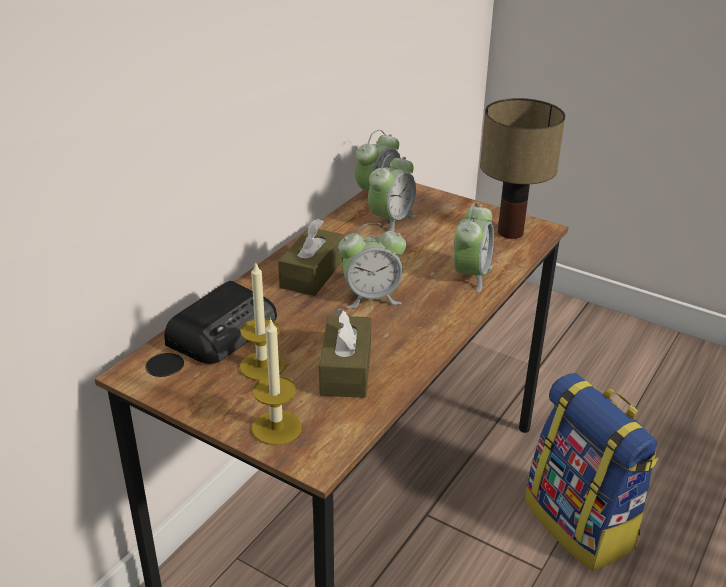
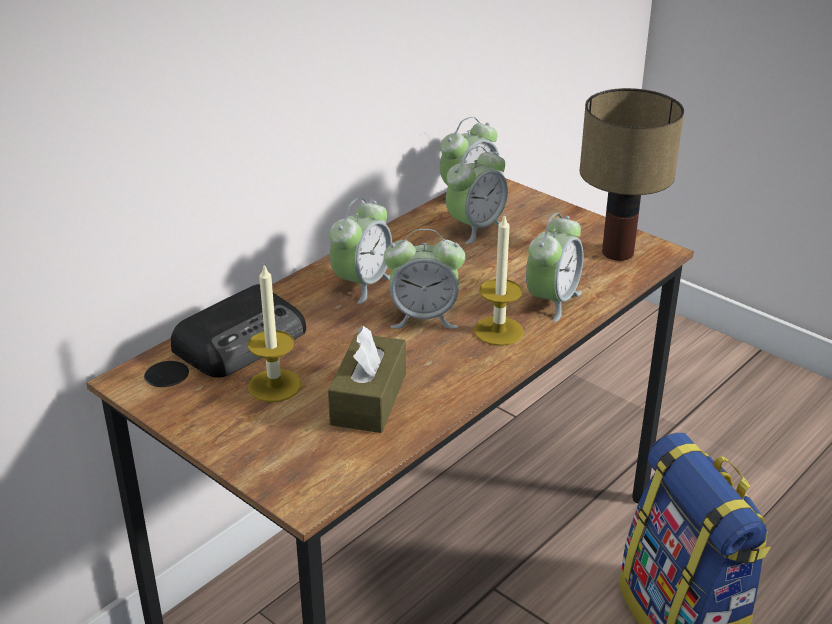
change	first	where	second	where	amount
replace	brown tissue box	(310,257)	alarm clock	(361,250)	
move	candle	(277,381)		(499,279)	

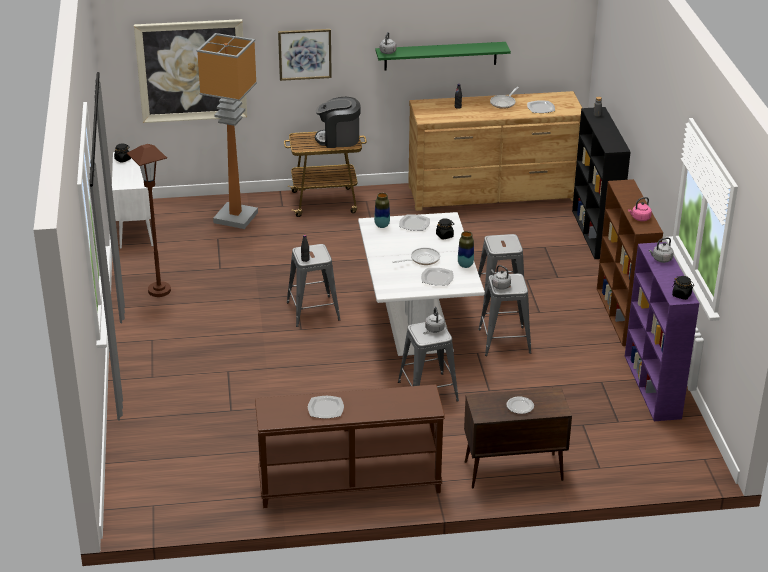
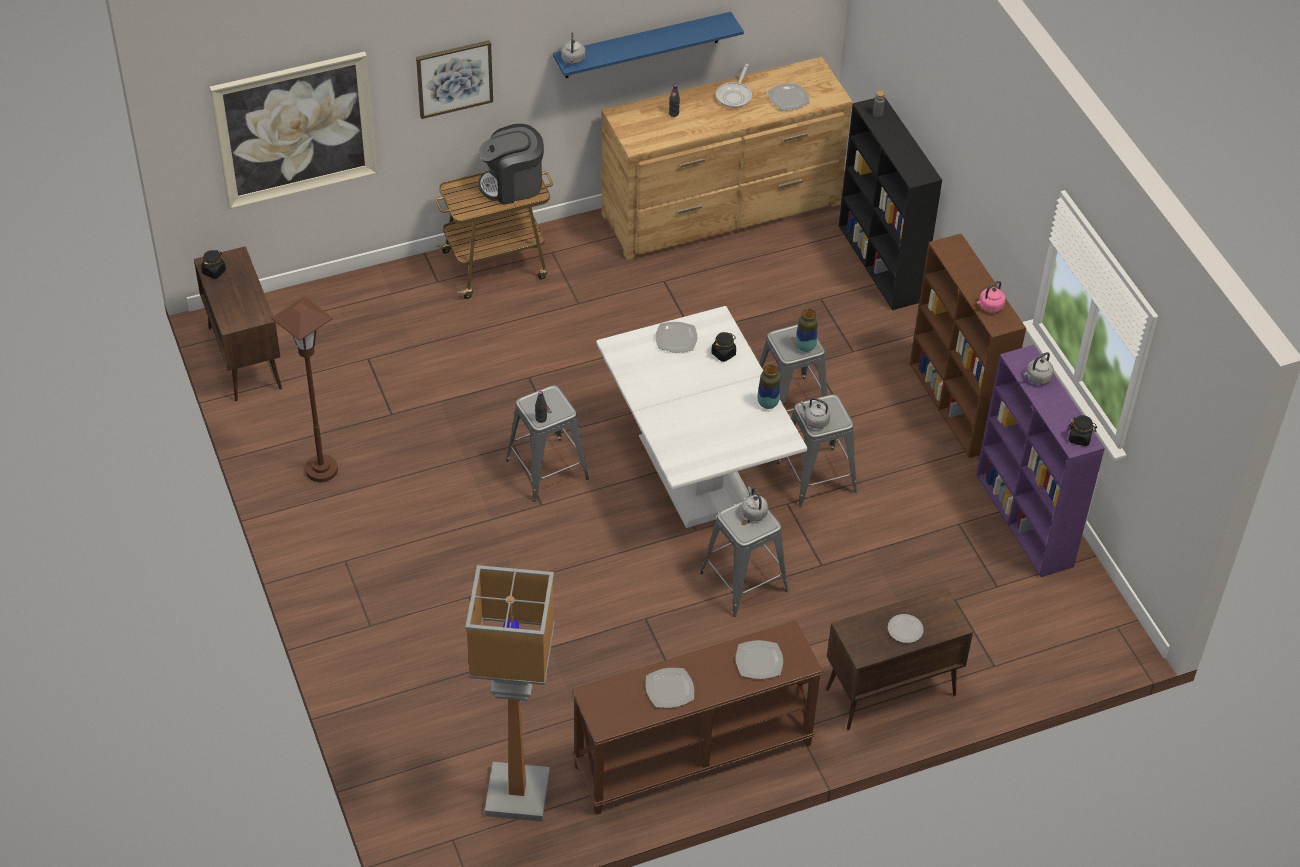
change	first	where	second	where	amount
move	floor lamp	(227,131)		(510,693)	
recolor	green shelf	(443,56)	blue shelf	(648,45)	
recolor	white cabinet	(133,200)	brown cabinet	(238,323)	
move	vase	(382,210)		(807,330)	
delete	frying pan	(416,256)			
move	plate	(437,277)		(759,659)	

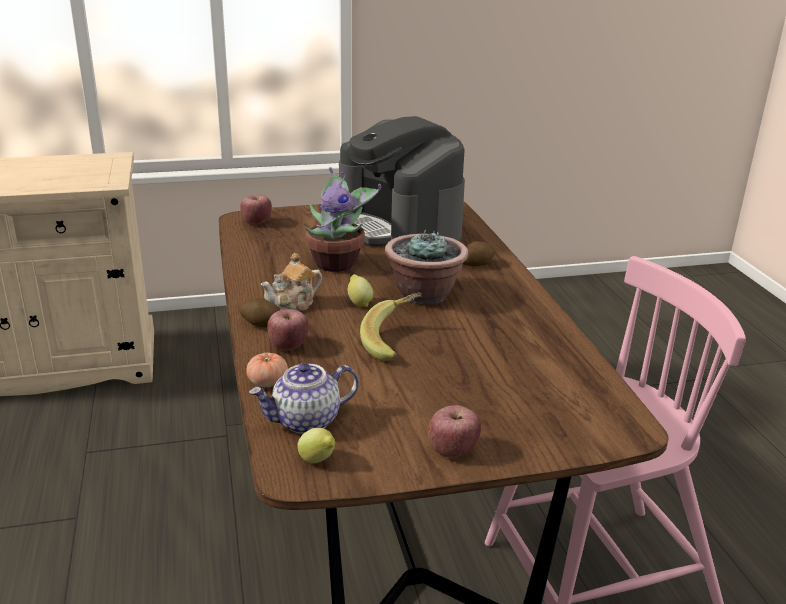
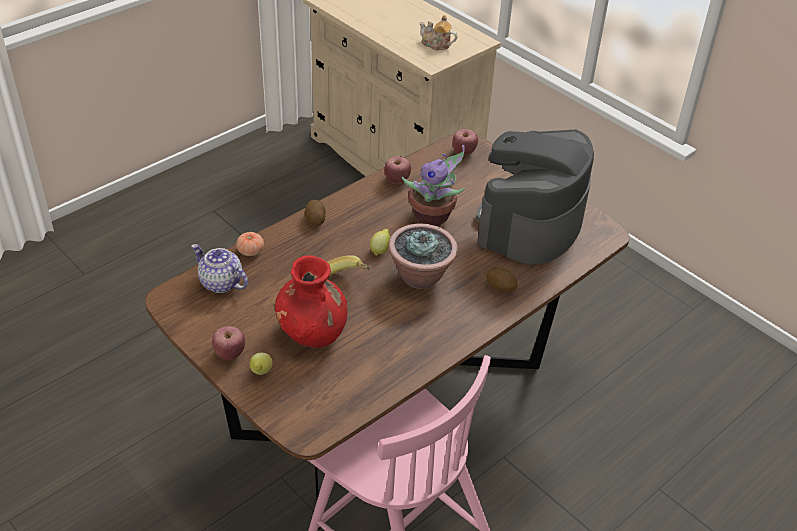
change	first	where	second	where	amount
move	teapot	(291,282)		(438,32)	
move	apple	(288,329)		(397,169)	
move	lemon	(316,445)		(261,364)	
insert			red vase	(311,302)	

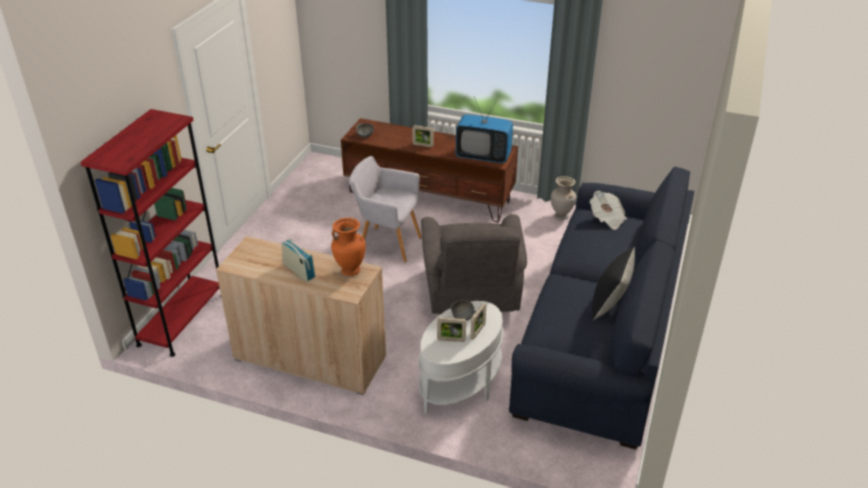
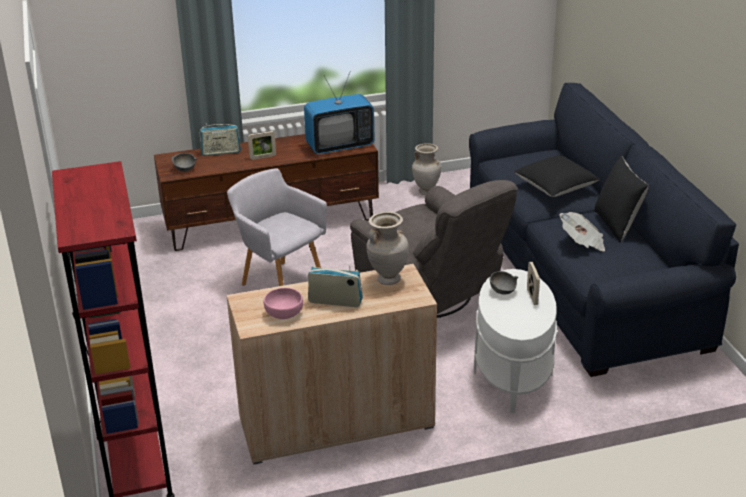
change	first	where	second	where	amount
rotate	grey armchair	(385,209)		(277,227)	60 degrees clockwise
move	newspaper	(608,210)		(582,231)	
recolor	orange vase	(348,247)	beige vase	(387,248)	
delete	picture frame	(451,329)			
insert			radio	(220,139)	
insert			black pillow	(557,176)	
insert			pink bowl	(283,303)	

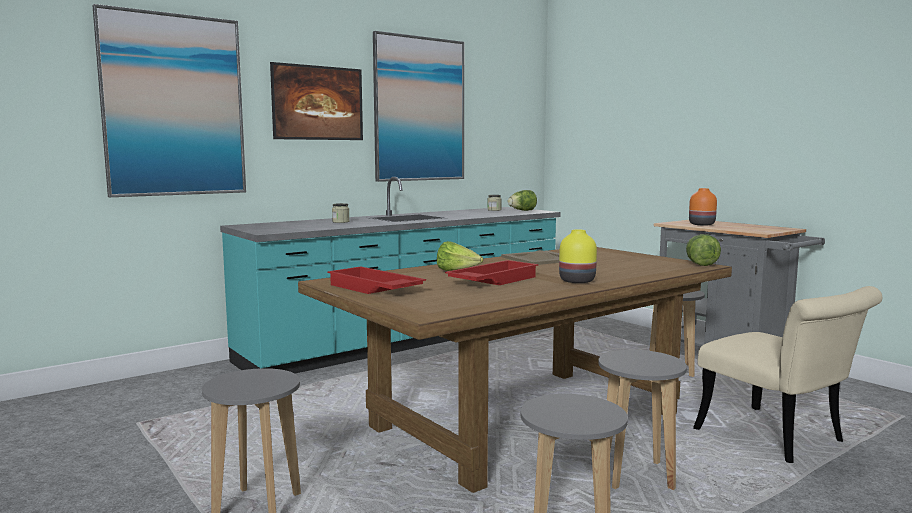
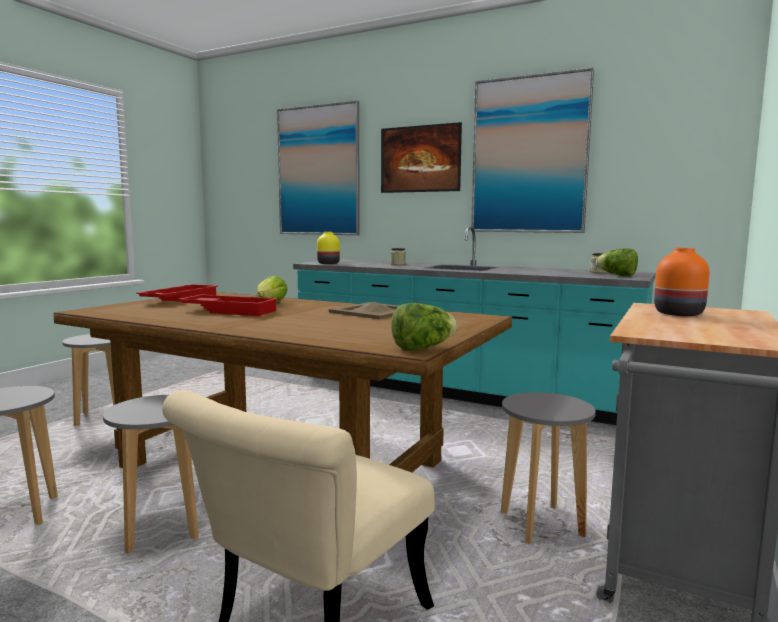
change	first	where	second	where	amount
move	yellow vase	(578,256)		(328,248)	

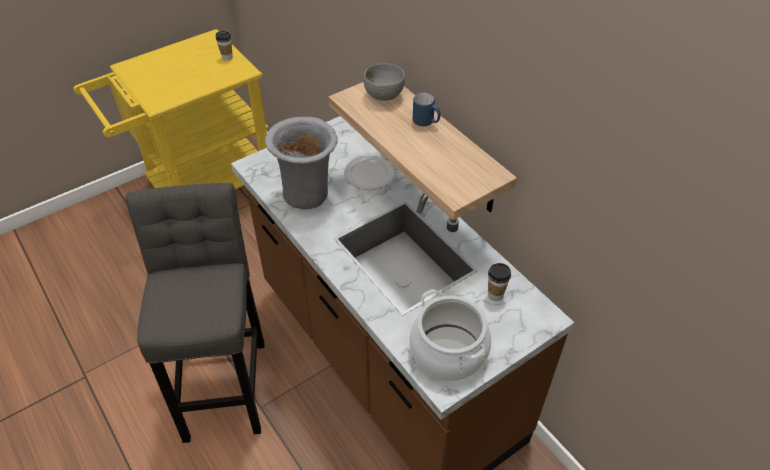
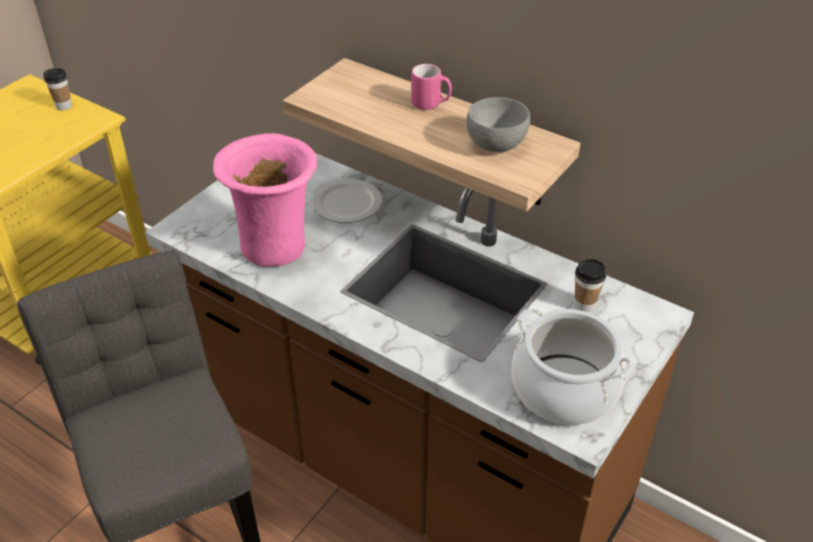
change	first	where	second	where	amount
move	grey bowl	(384,82)		(498,124)	
recolor	blue mug	(427,109)	pink mug	(431,87)	
recolor	grey vase	(301,163)	pink vase	(265,200)	

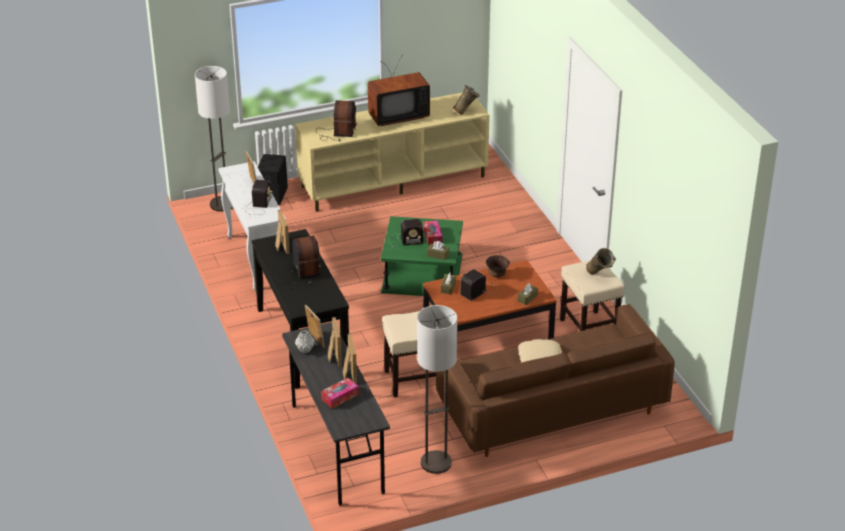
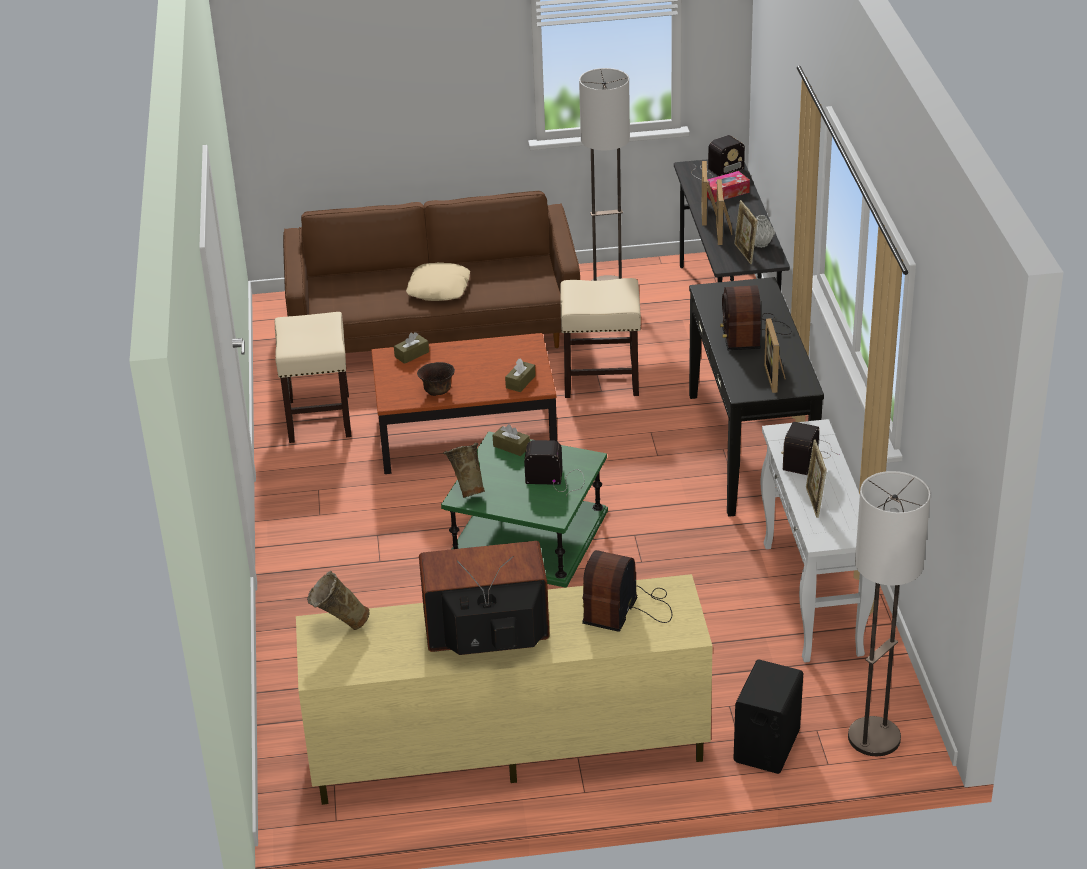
change	first	where	second	where	amount
delete	tissue box	(433,232)			
move	beige vase	(601,261)		(464,470)	
move	radio	(478,285)		(718,157)	

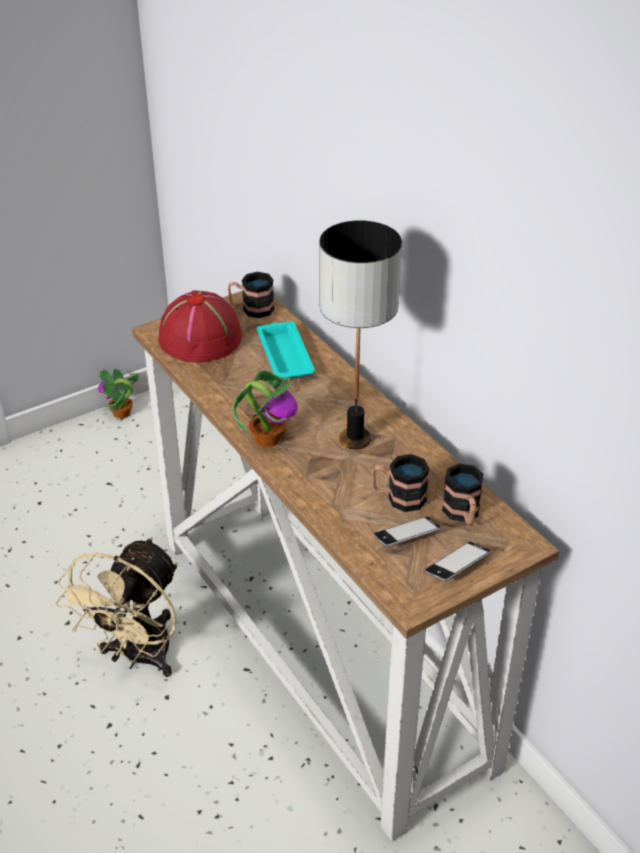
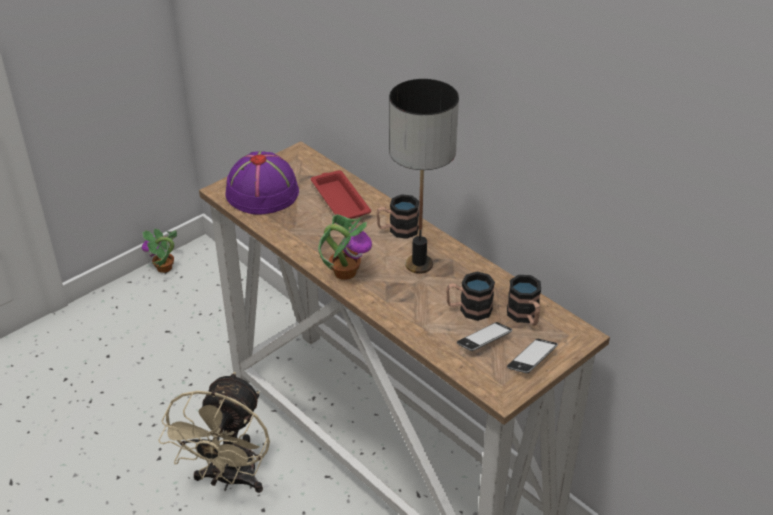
change	first	where	second	where	amount
move	mug	(251,295)		(397,216)	
recolor	red hat	(200,326)	purple hat	(262,183)	
recolor	turquoise tray	(286,349)	red tray	(341,194)	

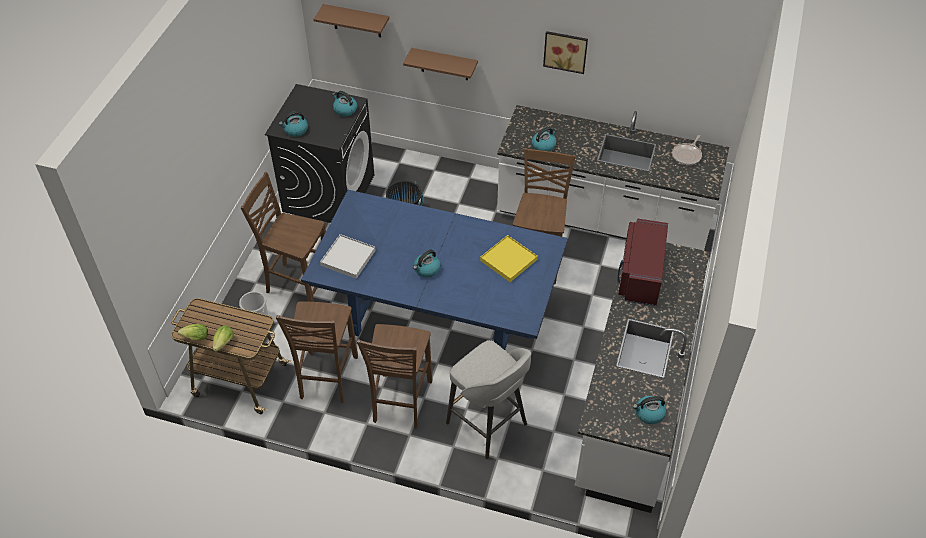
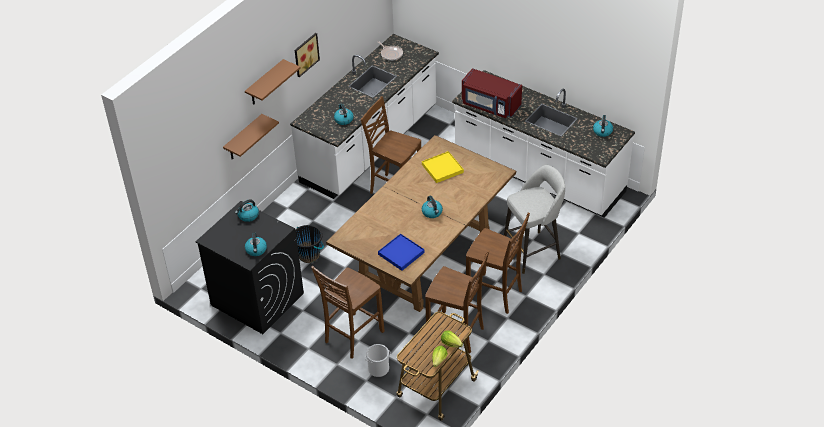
change	first	where	second	where	amount
move	brown shelf	(351,20)		(273,82)	
recolor	blue dining table	(434,270)	brown dining table	(421,223)	
recolor	white tray	(348,256)	blue tray	(401,252)	

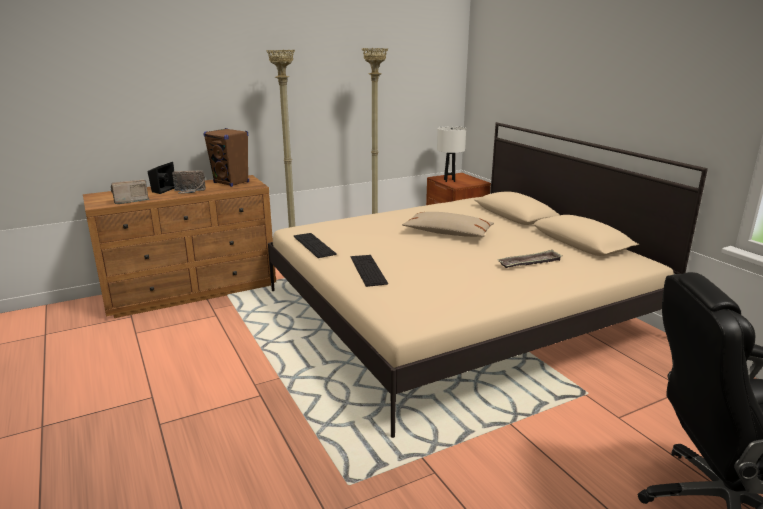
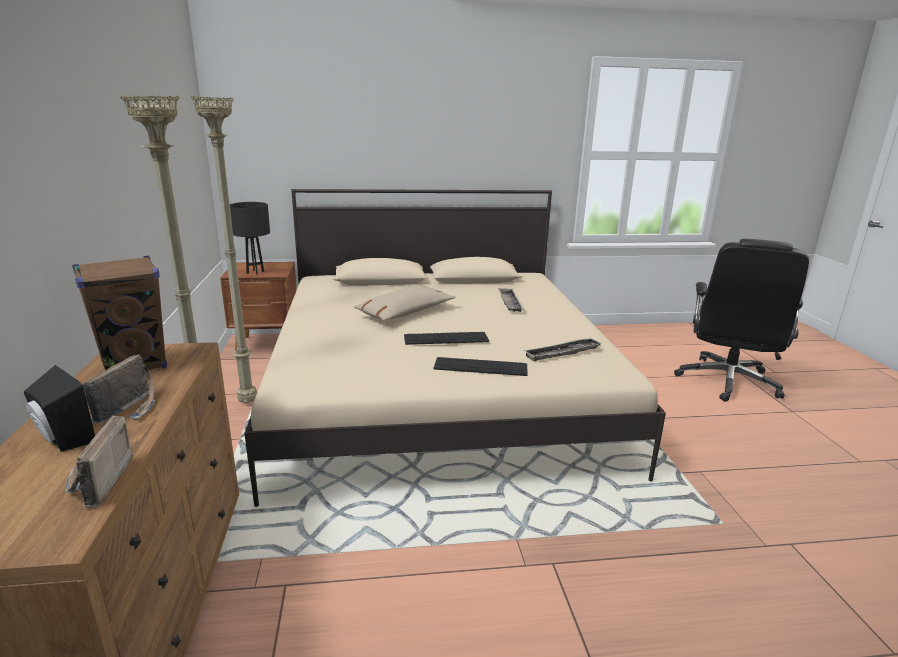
change	first	where	second	where	amount
recolor	white table lamp	(451,154)	black table lamp	(250,238)	
move	keyboard	(315,245)		(446,338)	
insert			tray	(563,349)	

